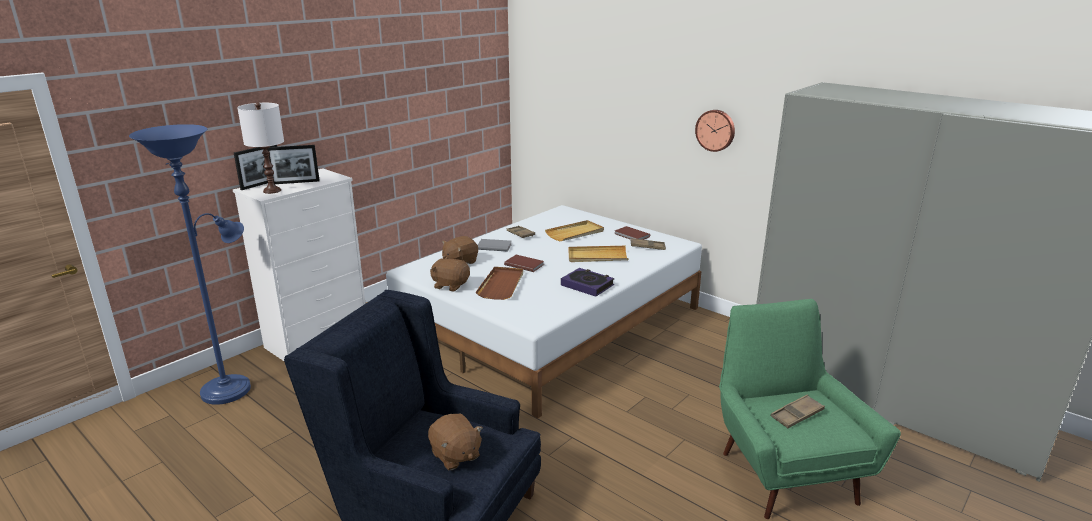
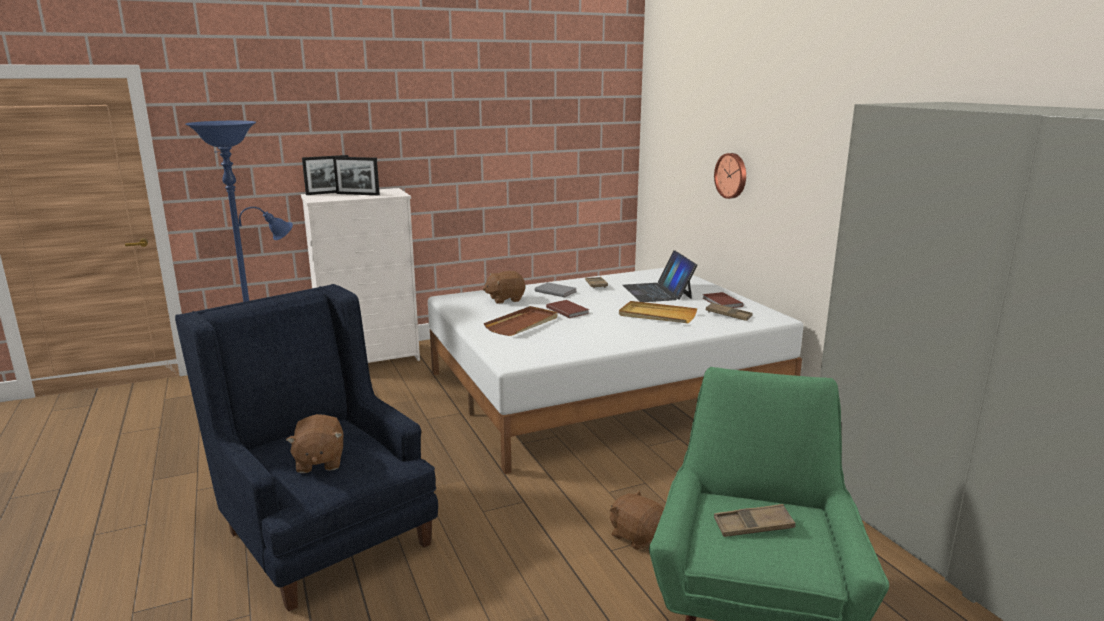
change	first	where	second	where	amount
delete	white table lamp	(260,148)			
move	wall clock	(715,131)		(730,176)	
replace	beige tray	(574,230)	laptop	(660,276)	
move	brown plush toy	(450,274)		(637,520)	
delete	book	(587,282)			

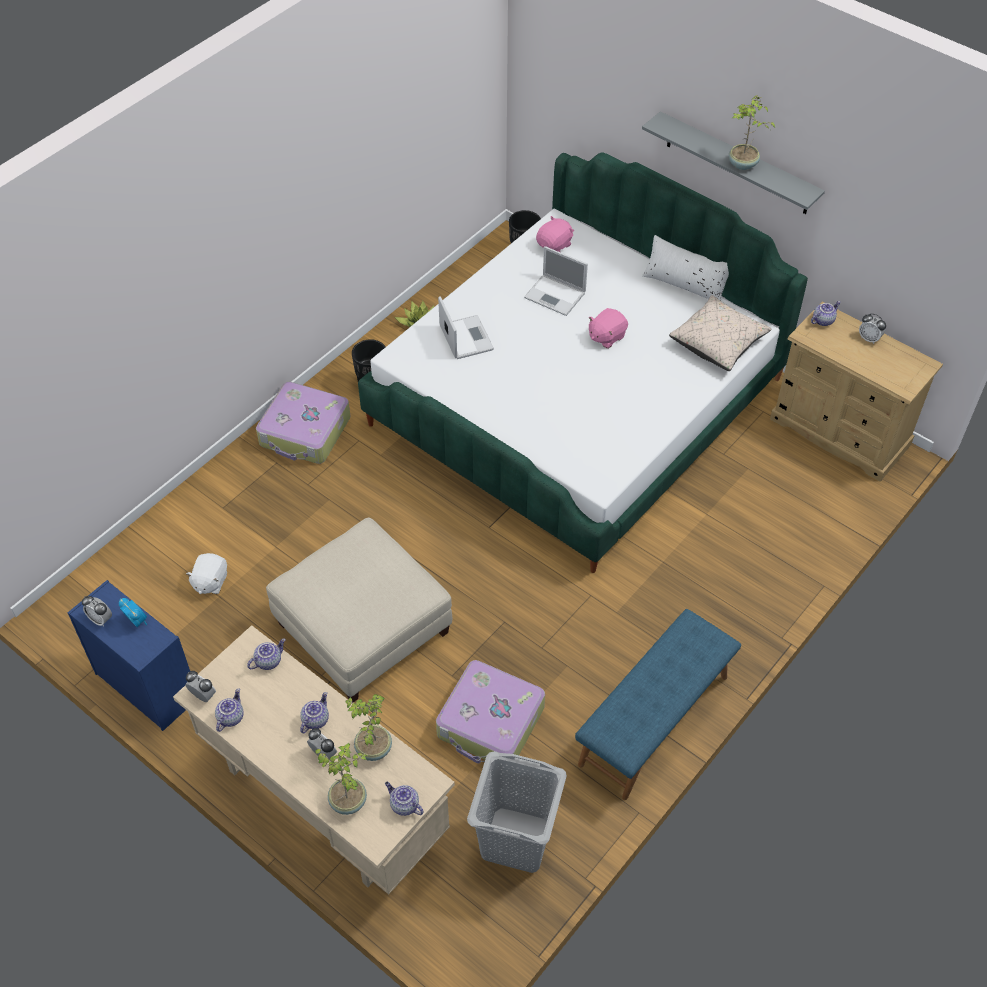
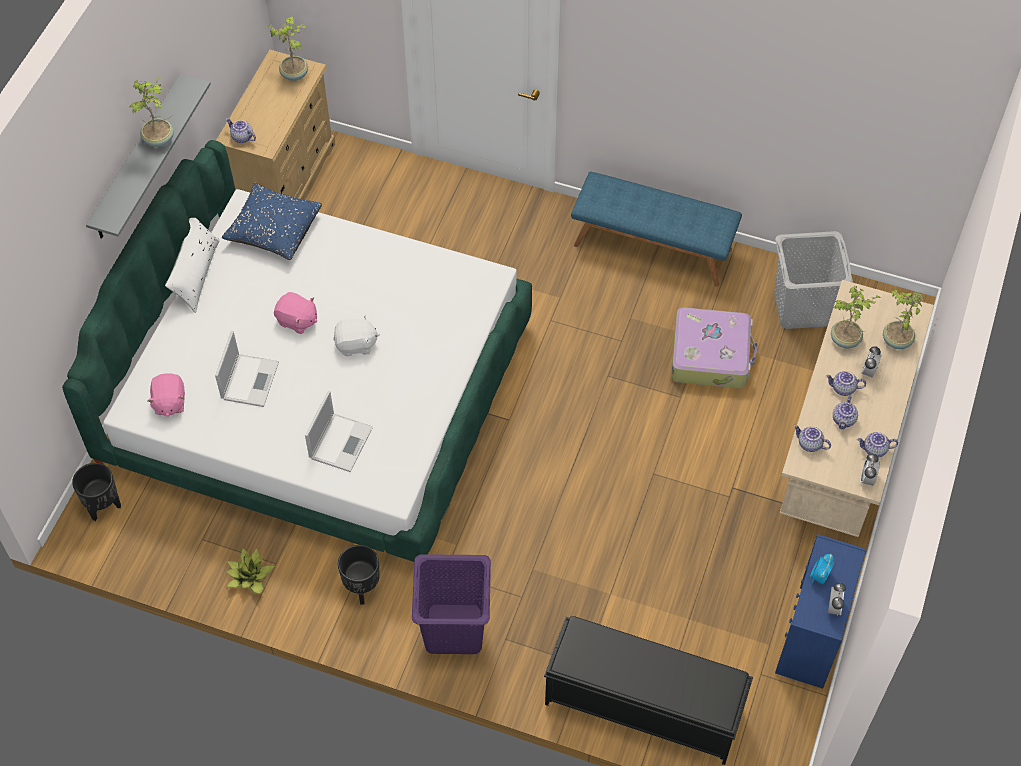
change	first	where	second	where	amount
rotate	pink plush toy	(555,234)		(166,395)	120 degrees counterclockwise
recolor	beige pillow	(720,333)	blue pillow	(272,221)	
rotate	laptop	(466,327)		(339,431)	150 degrees clockwise
delete	alarm clock	(872,329)			
replace	suitcase	(303,423)	purple laundry basket	(451,604)	
delete	beige ottoman	(359,609)			
move	white plush toy	(206,573)		(356,335)	
move	teapot	(404,799)		(845,412)	
insert			potted plant	(288,48)	
insert			black bench	(648,690)	

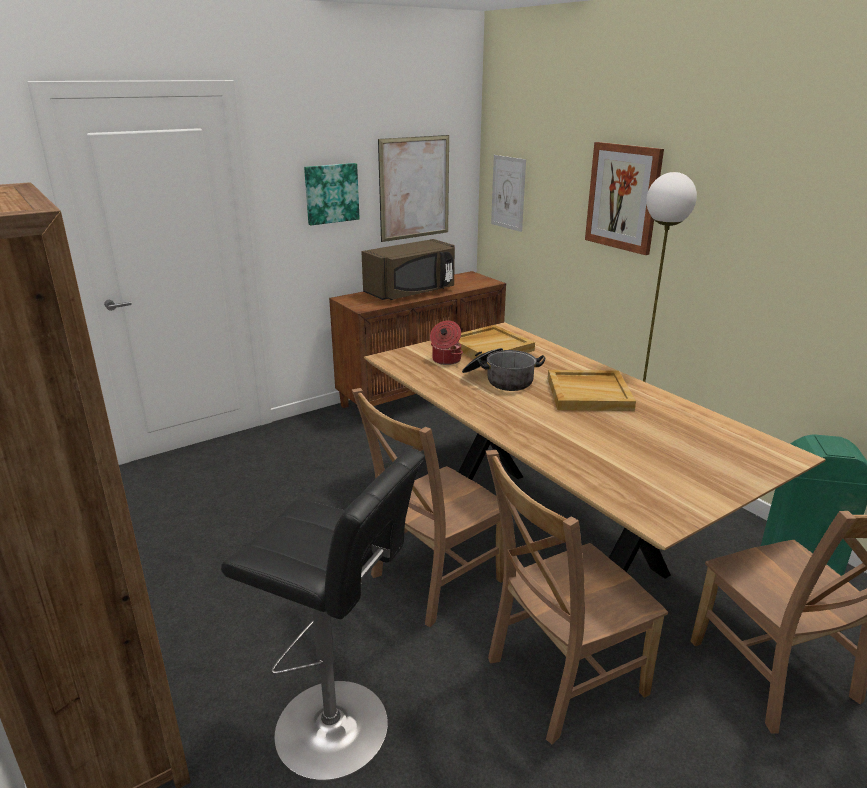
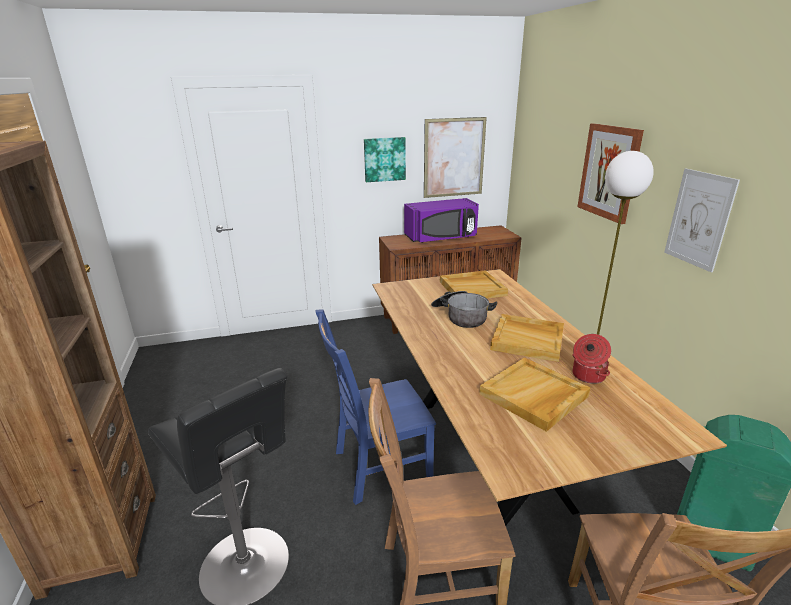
change	first	where	second	where	amount
move	picture	(508,193)		(702,220)	
recolor	brown microwave	(408,269)	purple microwave	(441,220)	
move	cooking pot	(446,342)		(592,359)	
recolor	brown chair	(428,507)	blue chair	(375,407)	
insert			beige tray	(534,394)	

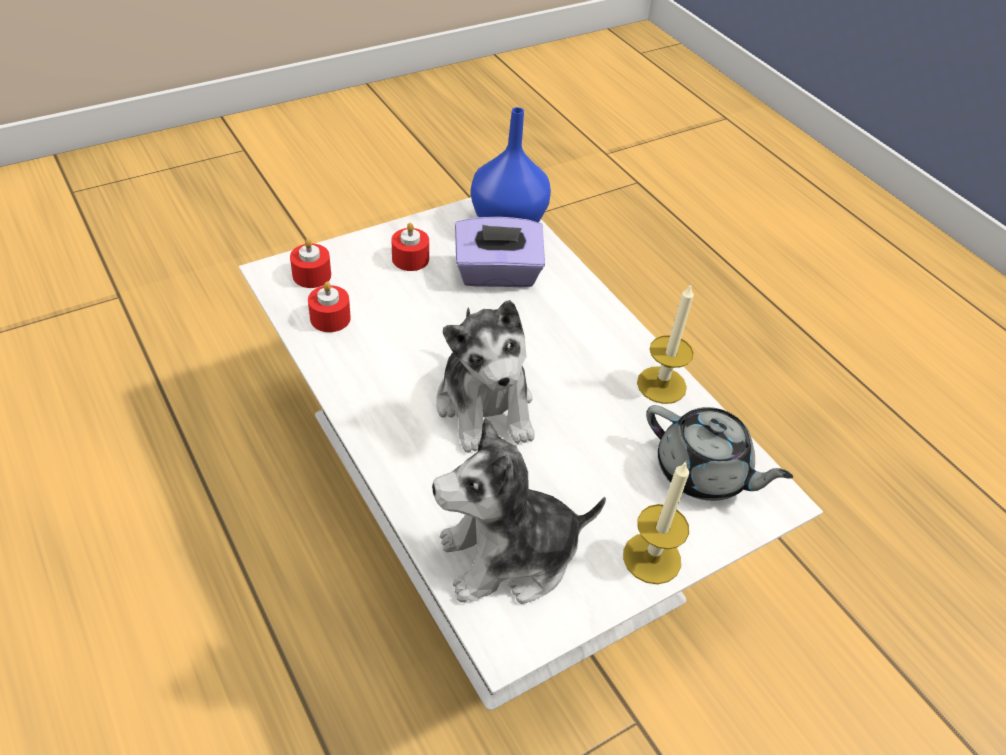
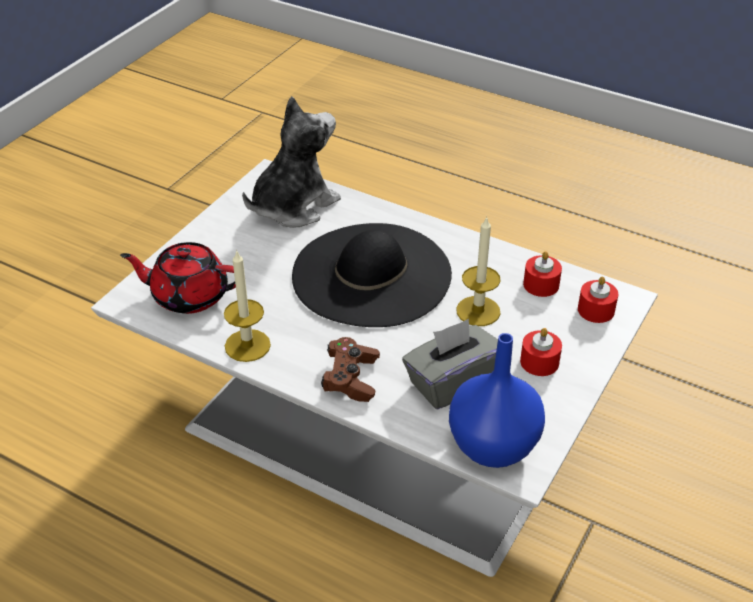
change	first	where	second	where	amount
recolor	purple tissue box	(500,252)	grey tissue box	(450,364)	
replace	plush toy	(485,376)	black hat	(372,275)	
recolor	grey teapot	(719,453)	red teapot	(178,278)	
move	candle	(656,522)		(478,271)	
insert			brown game controller	(350,369)	

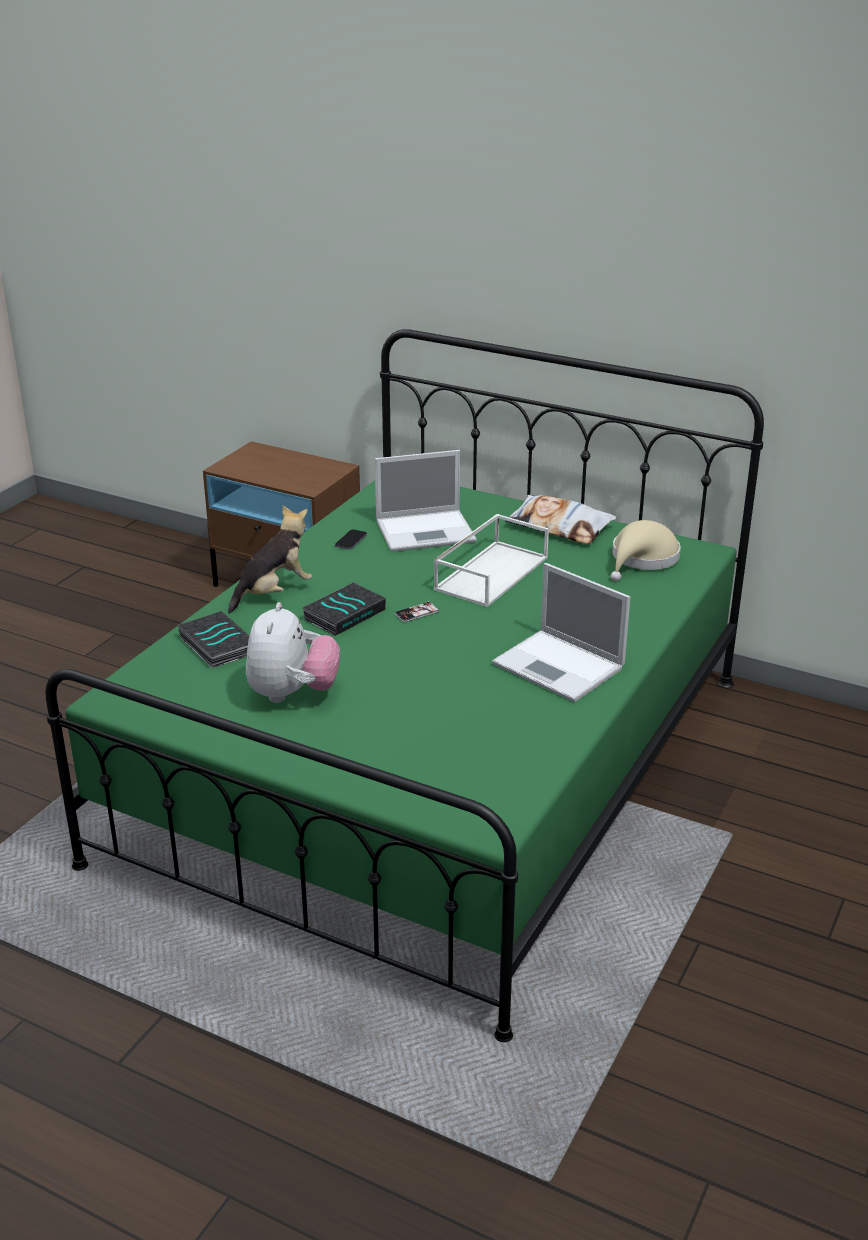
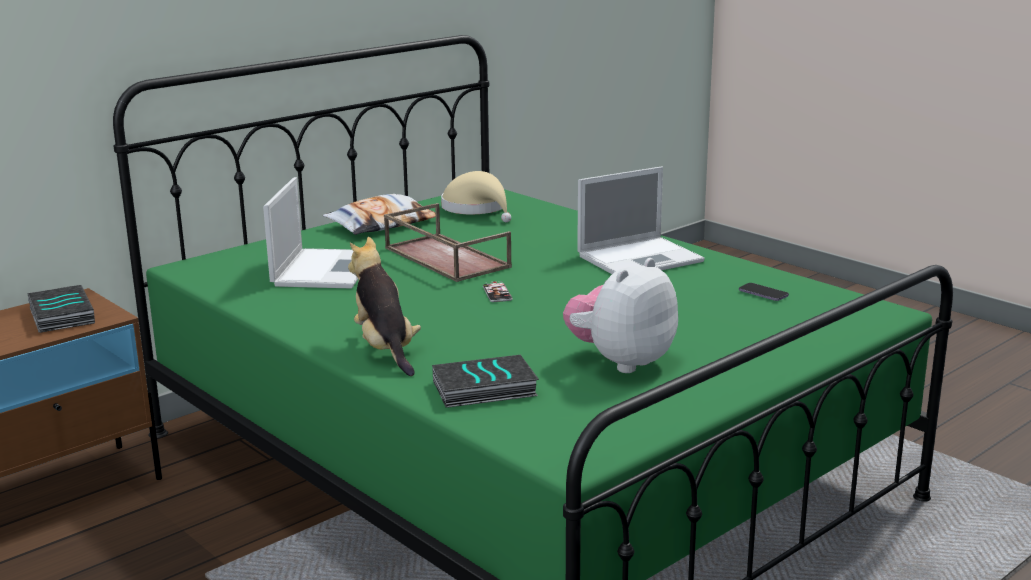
change	first	where	second	where	amount
recolor	white tray	(491,560)	brown tray	(448,242)	
move	phone	(351,539)		(764,292)	
move	book	(344,609)		(61,309)	
rotate	plush toy	(293,652)		(620,315)	75 degrees counterclockwise

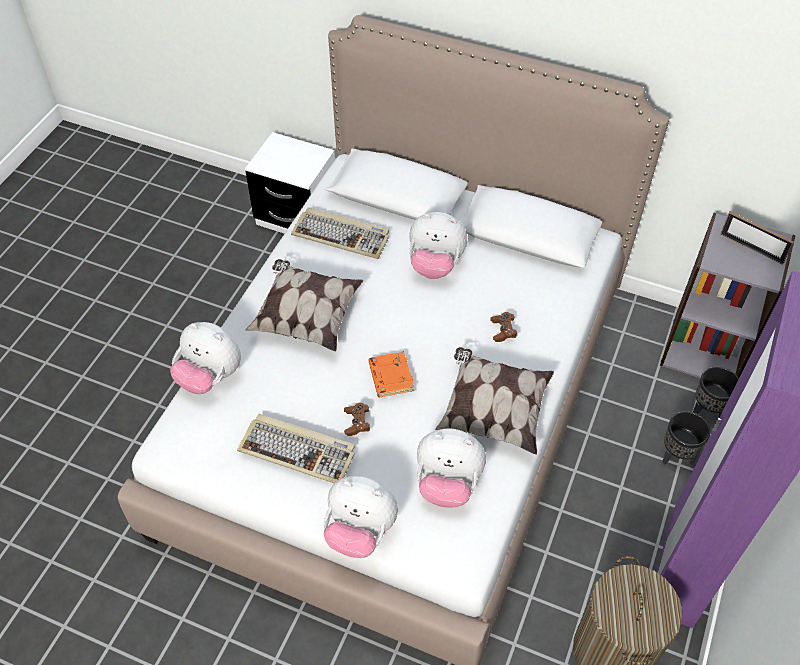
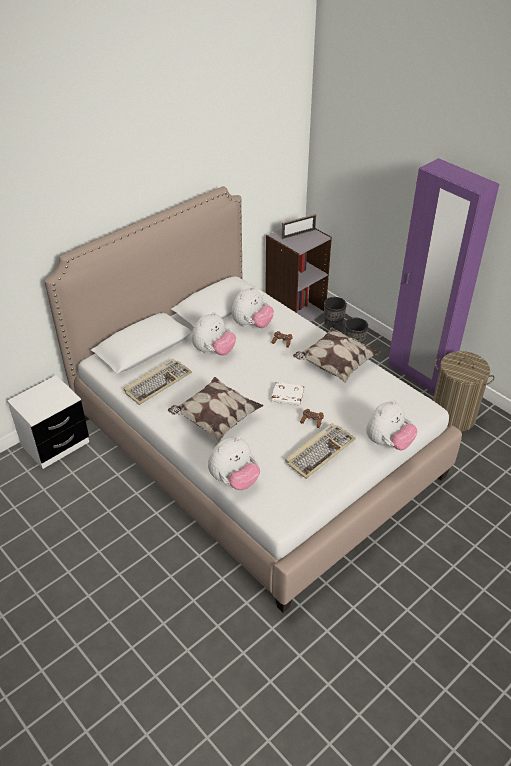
change	first	where	second	where	amount
recolor	orange book	(391,374)	white book	(287,394)	
move	plush toy	(451,468)		(253,307)	

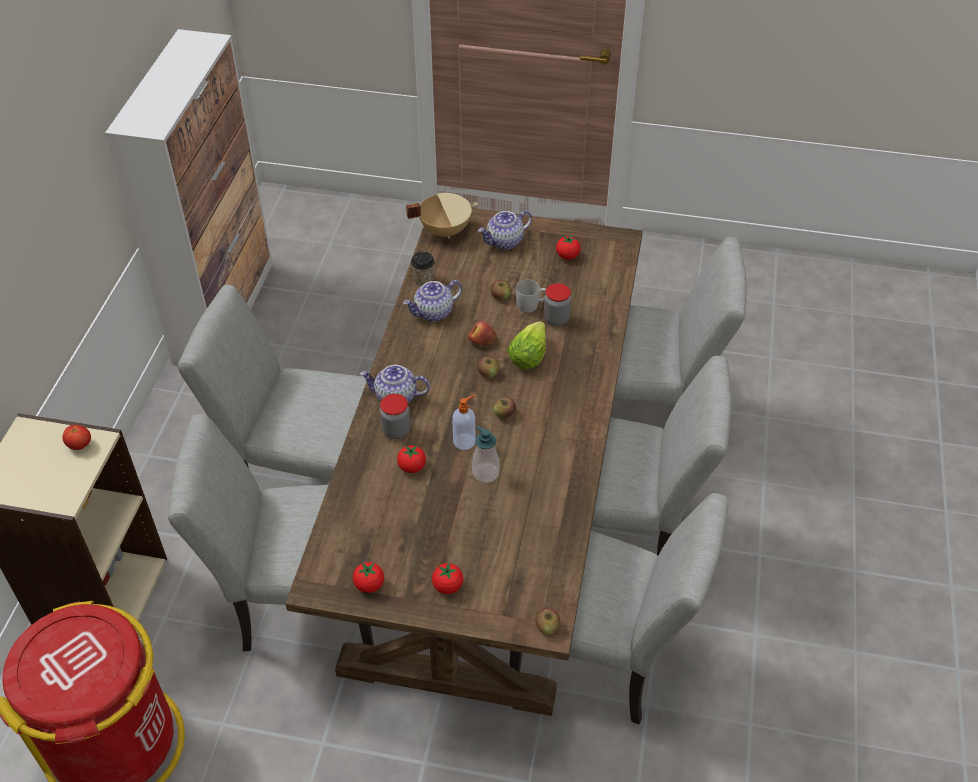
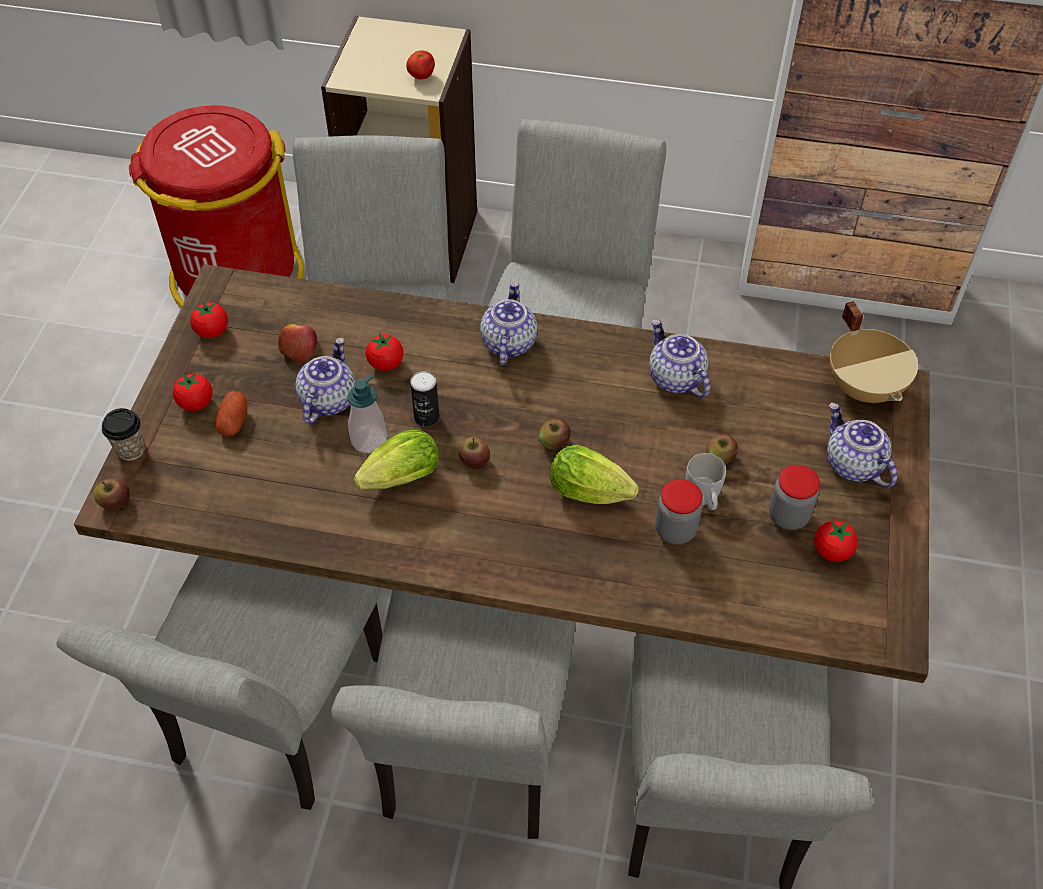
change	first	where	second	where	amount
move	cup	(423,268)		(123,434)	
move	apple	(482,333)		(297,343)	
move	jar	(395,416)		(794,497)	
replace	soap dispenser	(463,422)	can	(424,399)	
insert			teapot	(325,381)	
insert			potato	(231,413)	
insert			lettuce	(396,459)	

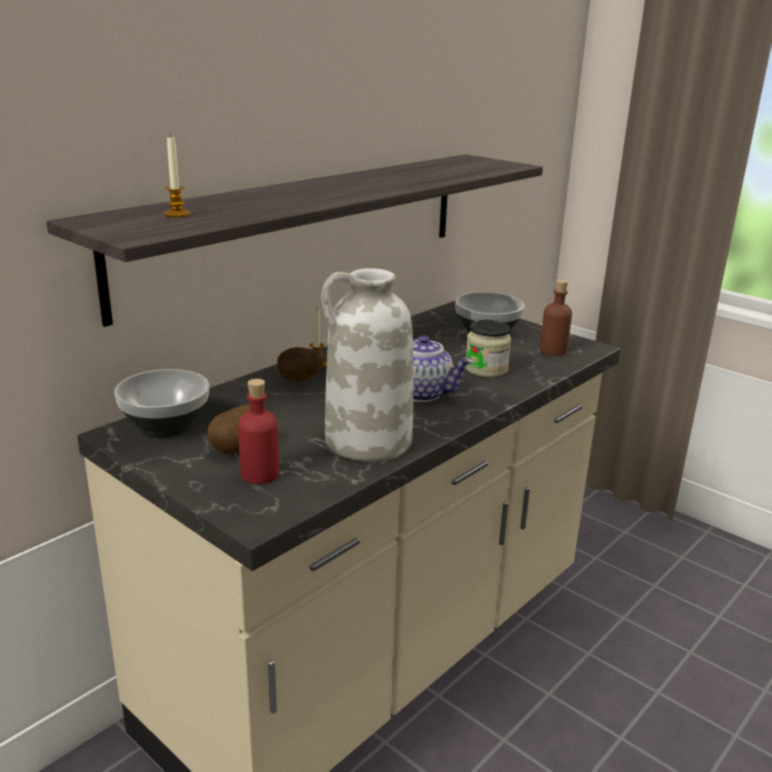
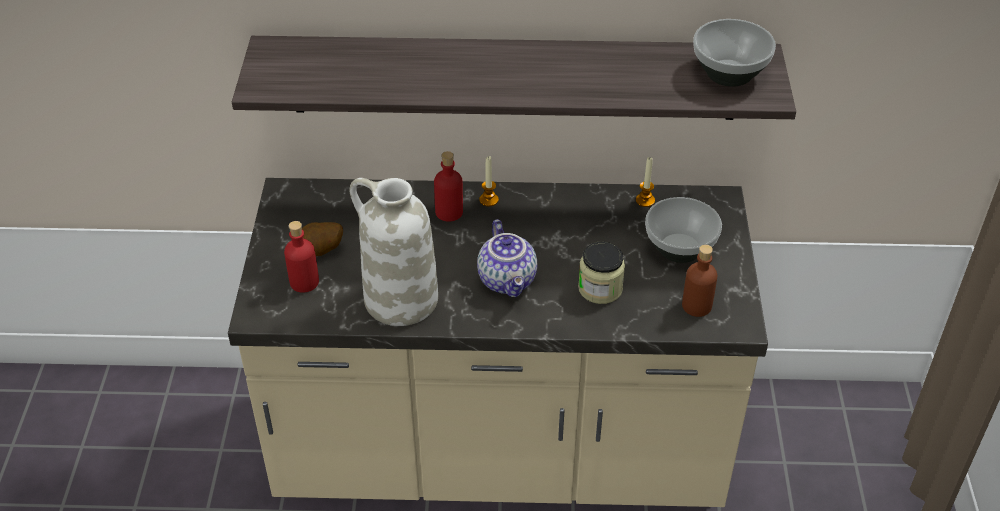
change	first	where	second	where	amount
move	candle	(177,175)		(645,182)	
replace	potato	(301,364)	red bottle	(448,186)	
move	bowl	(161,403)		(734,53)	

